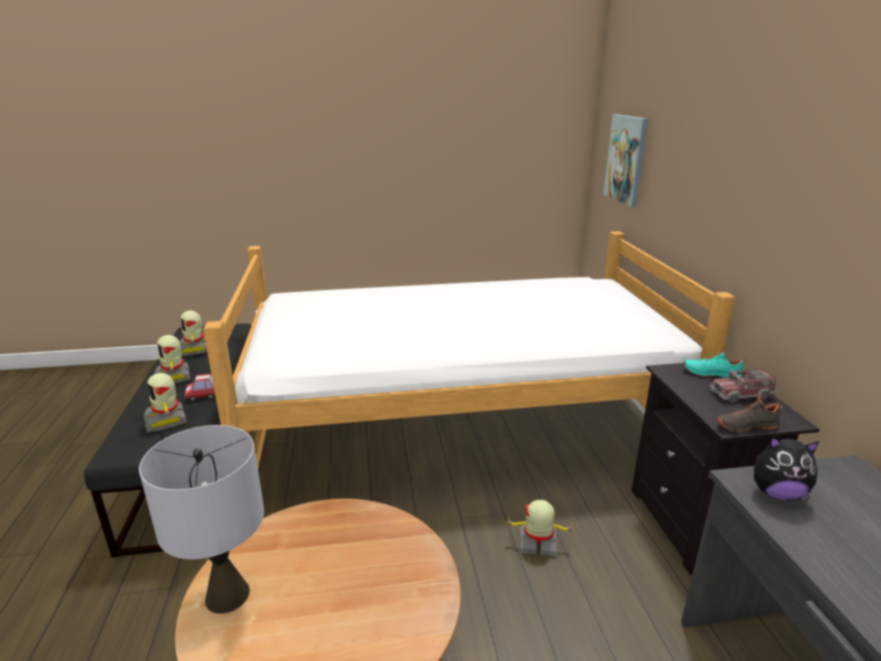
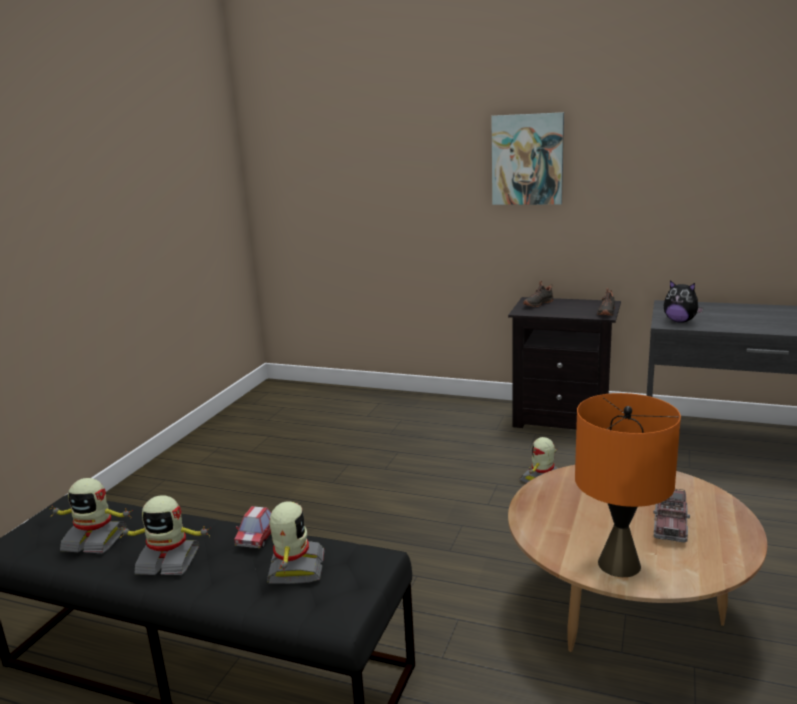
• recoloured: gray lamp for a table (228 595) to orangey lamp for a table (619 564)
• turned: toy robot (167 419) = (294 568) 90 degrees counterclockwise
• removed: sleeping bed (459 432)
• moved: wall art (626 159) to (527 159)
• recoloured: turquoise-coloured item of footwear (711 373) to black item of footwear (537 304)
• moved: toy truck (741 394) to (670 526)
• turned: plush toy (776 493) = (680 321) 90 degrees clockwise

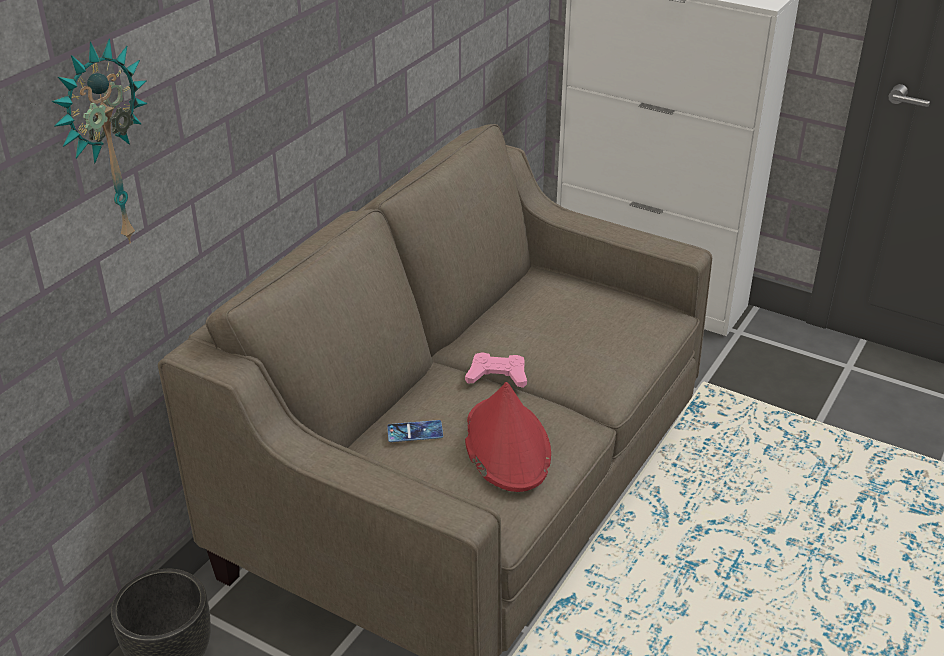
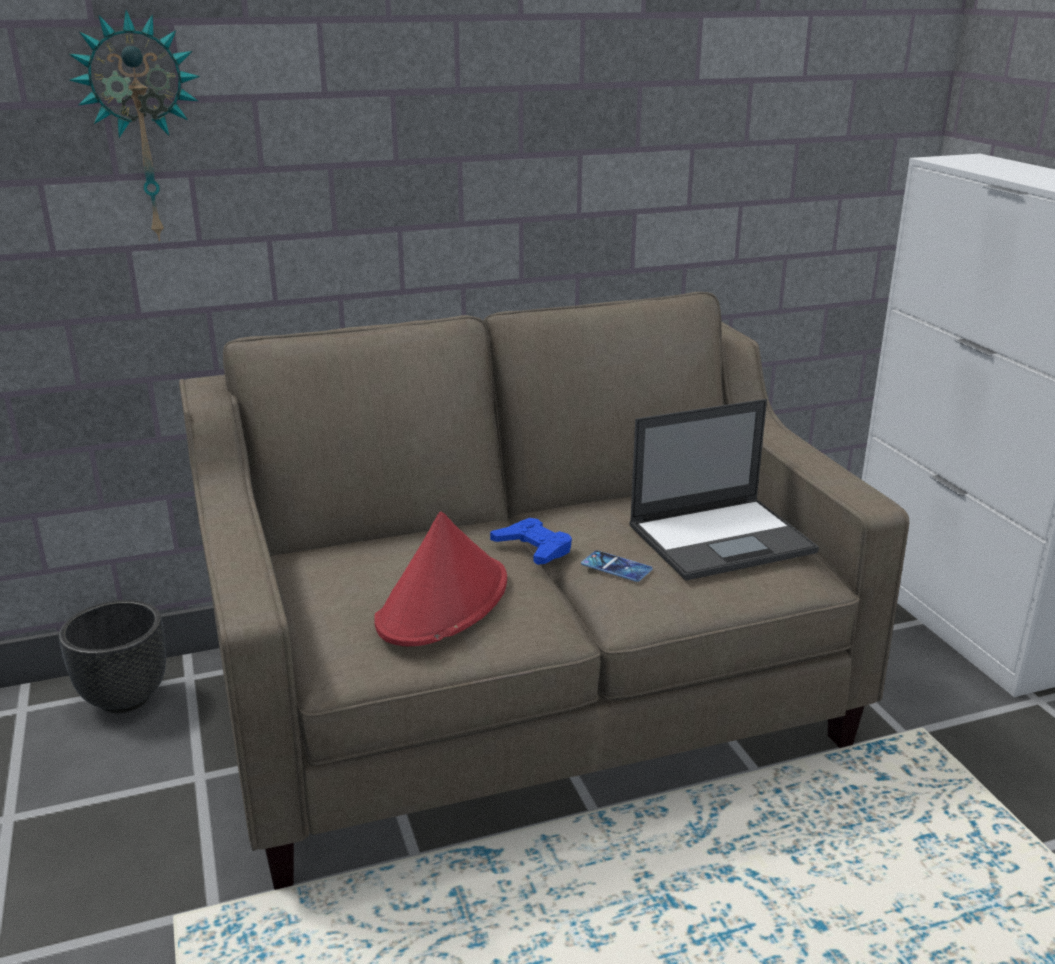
• moved: phone (415 432) to (616 567)
• recoloured: pink-coloured gamepad (497 376) to blue gamepad (533 548)
• added: laptop (722 538)

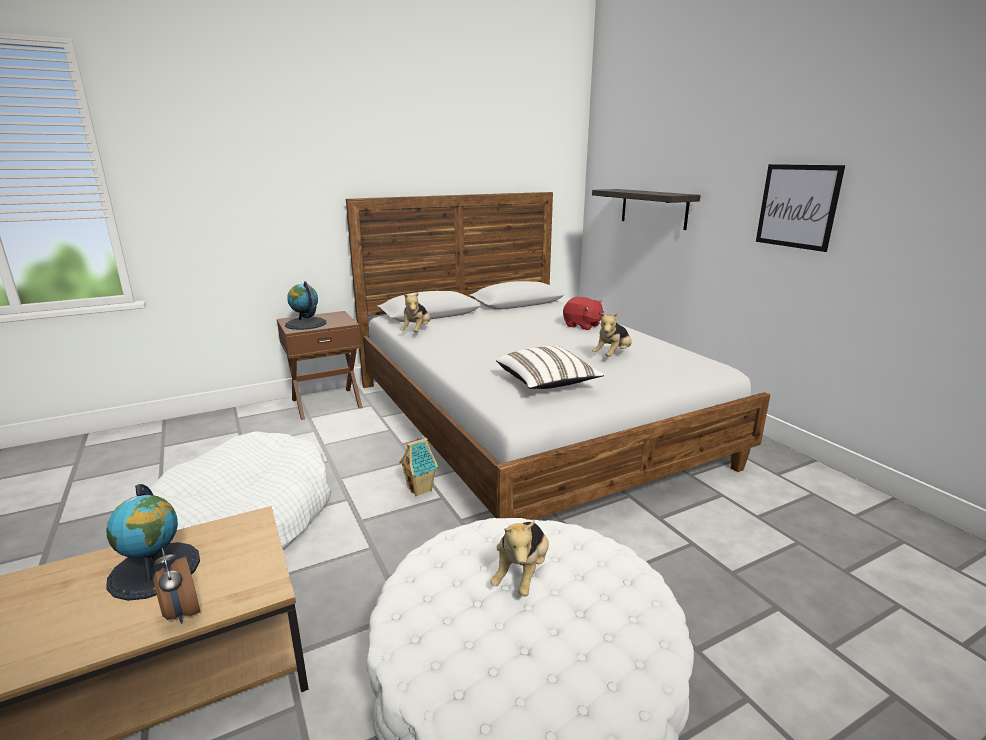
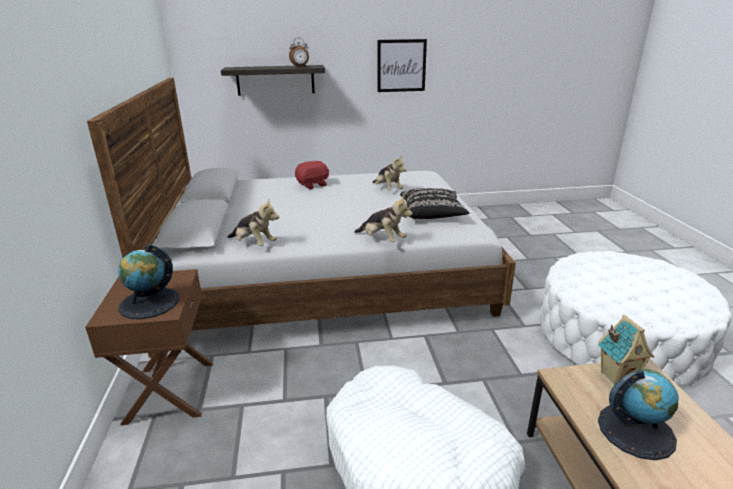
• moved: table clock (181 613) to (300 67)
• moved: miniature house (420 489) to (617 376)
• moved: plush toy (522 574) to (382 240)
• recoloured: white pillow (547 383) to black pillow (432 214)

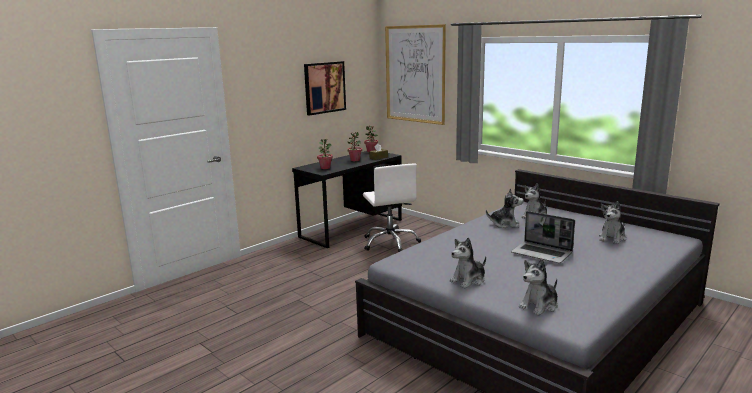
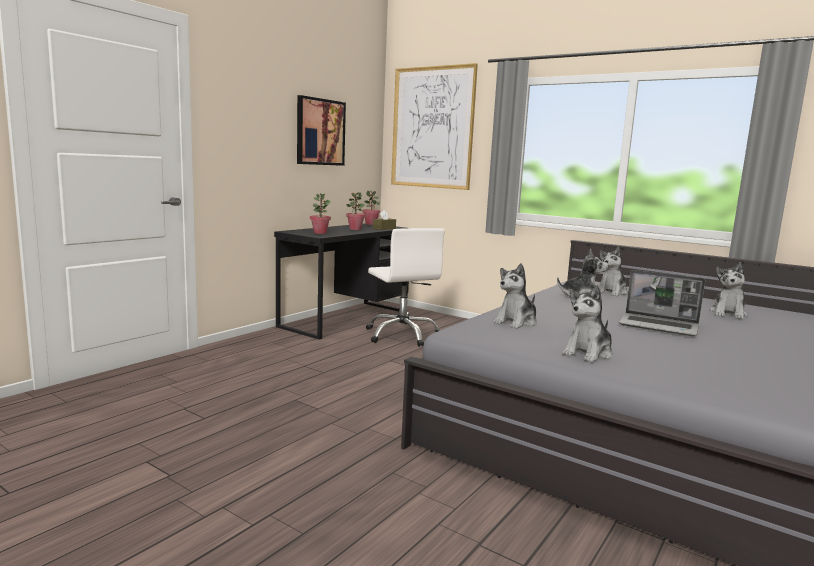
• moved: plush toy (539 306) to (516 322)

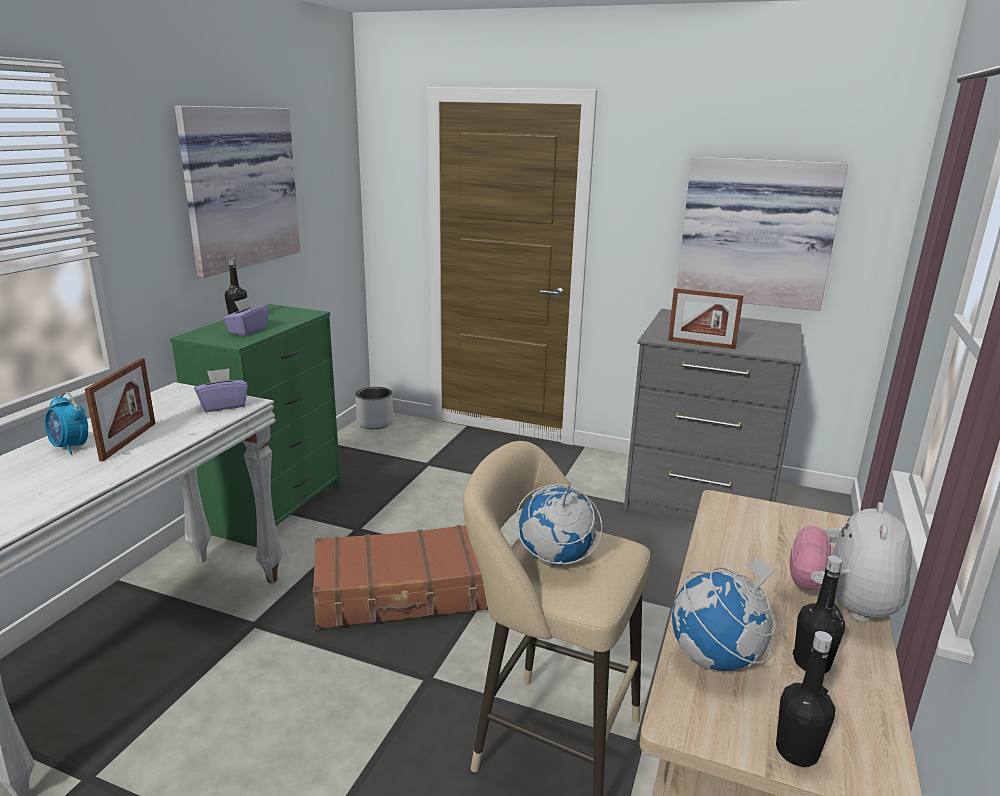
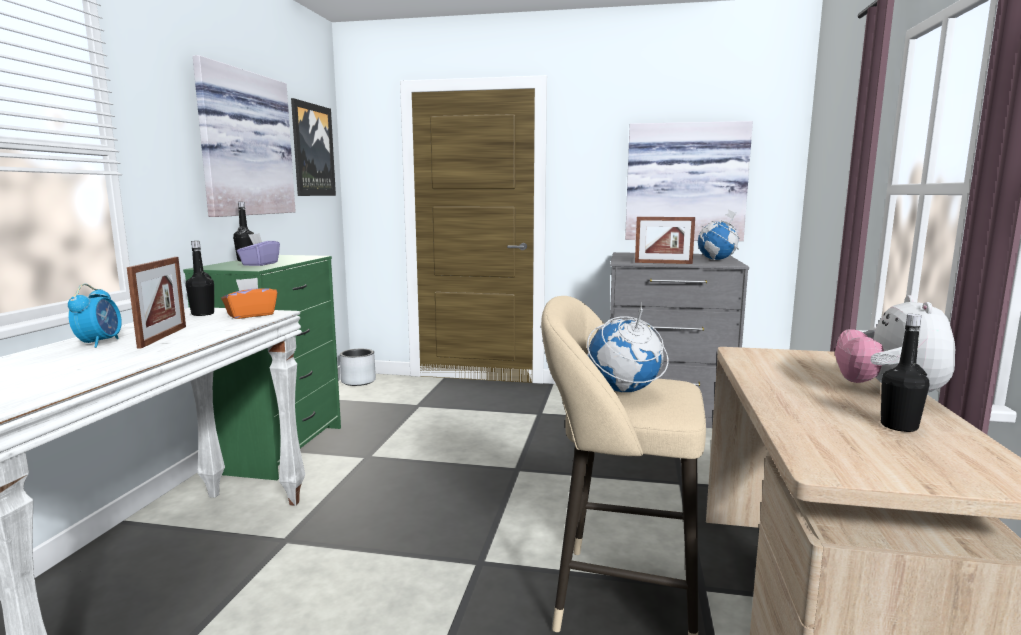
• turned: table clock (71 447) = (100 343) 120 degrees counterclockwise
• recoloured: purple-coloured box of tissues (223 406) to orangey box of tissues (251 315)
• removed: brown travel case (402 593)
• moved: desk globe (716 659) to (717 259)
• moved: black beverage bottle (796 751) to (203 314)
• added: wall art (312 150)

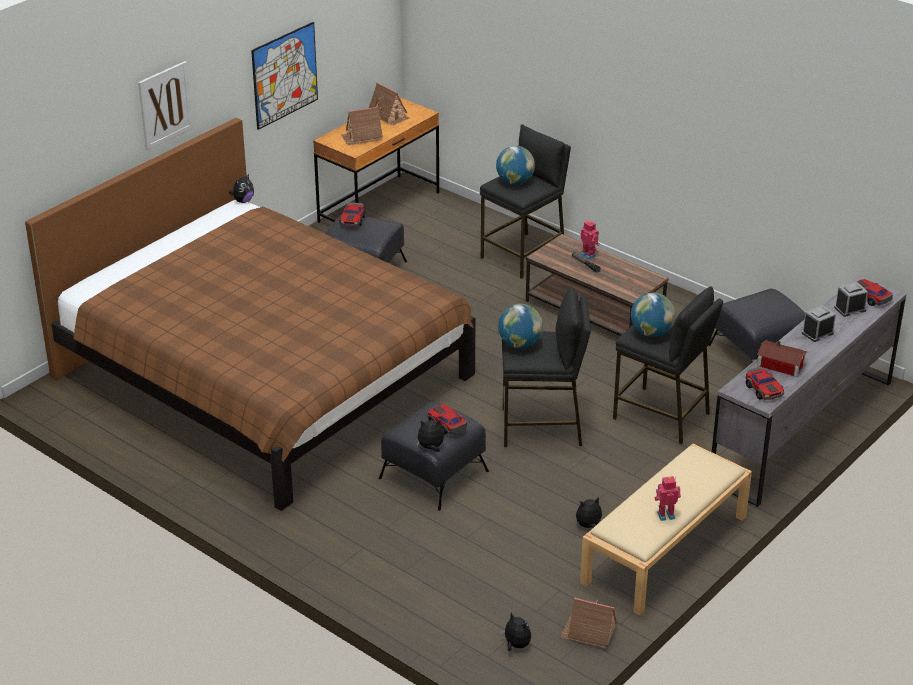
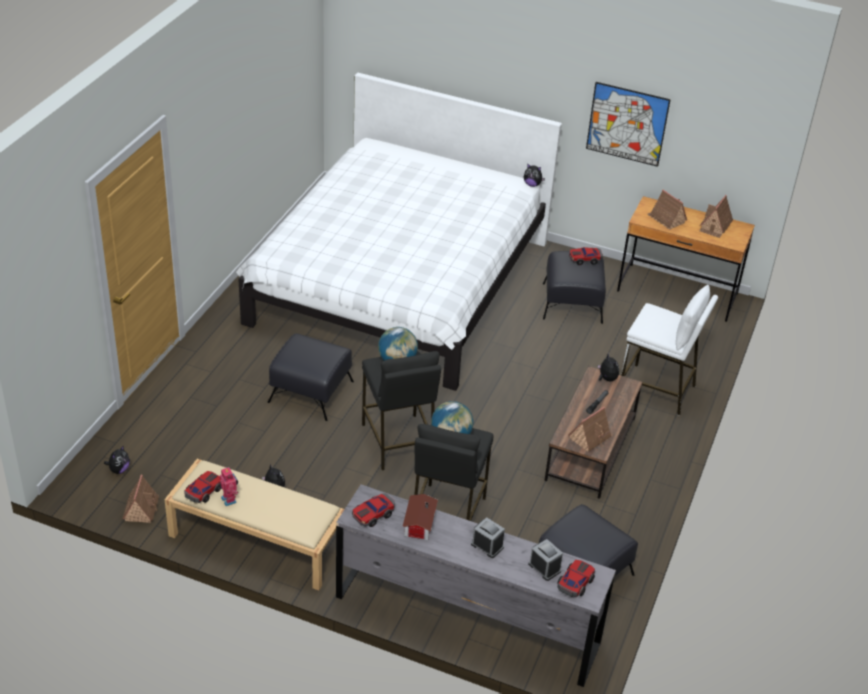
• recoloured: brown sleeping bed (263 377) to white sleeping bed (399 282)
• removed: wall art (165 105)
• moved: plush toy (431 448) to (606 379)
• moved: model car (447 424) to (203 491)
• recoloured: black sitting stool (524 255) to white sitting stool (657 390)
• removed: desk globe (515 182)
• removed: toy robot (589 254)
• added: miniature house (590 437)

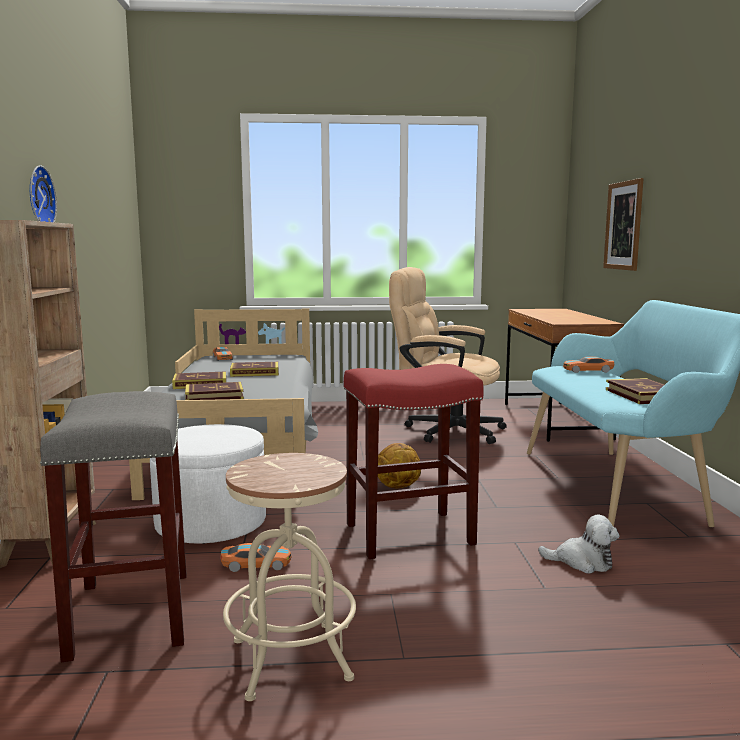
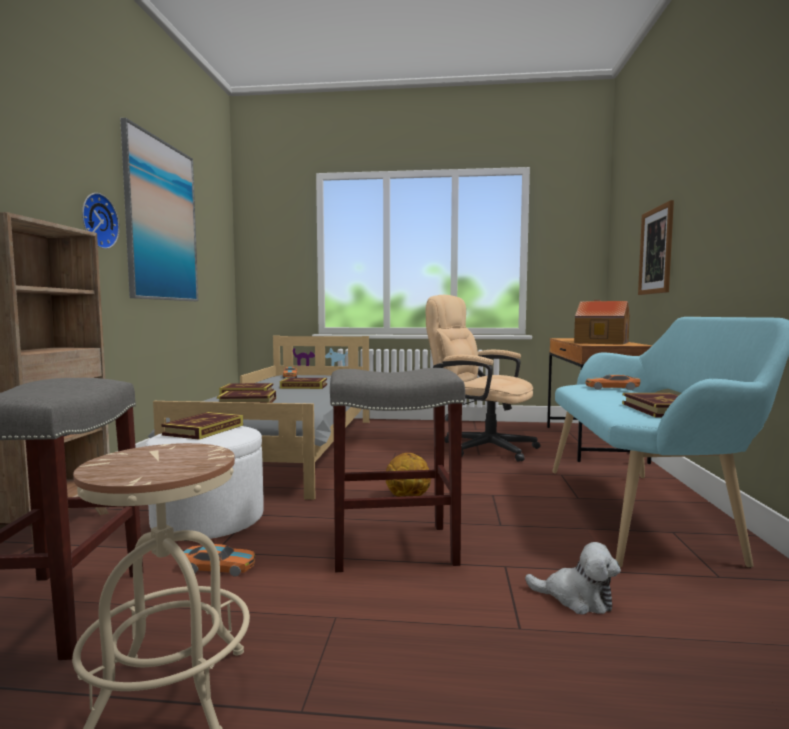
• recoloured: reddish sitting stool (410 533) to gray sitting stool (395 547)
• added: wall art (161 221)
• added: volume (204 430)
• added: miniature house (600 342)

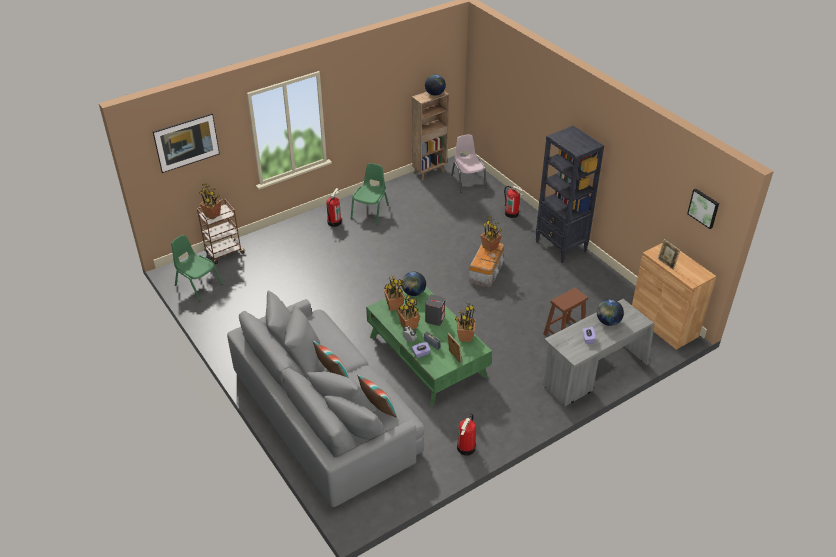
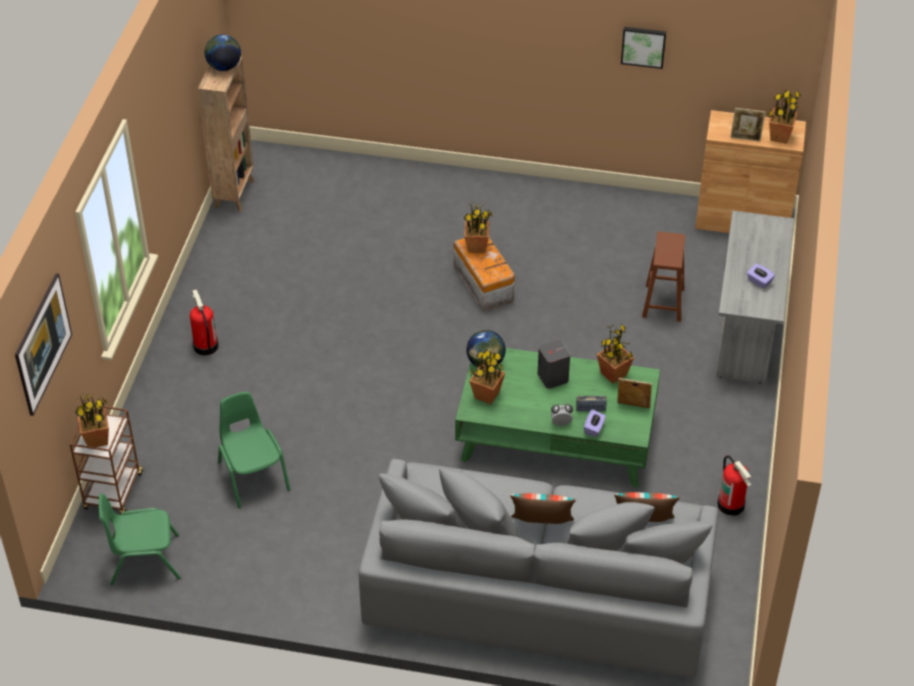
• moved: green-coloured chair (370 212) to (253 476)
• moved: houseplant (408 326) to (779 137)
• removed: pink-coloured chair (468 181)
• removed: fire-fighting cylinder (512 213)
• removed: black shelving unit (561 247)
• removed: desk globe (608 322)
• moved: wall art (704 208) to (643 46)

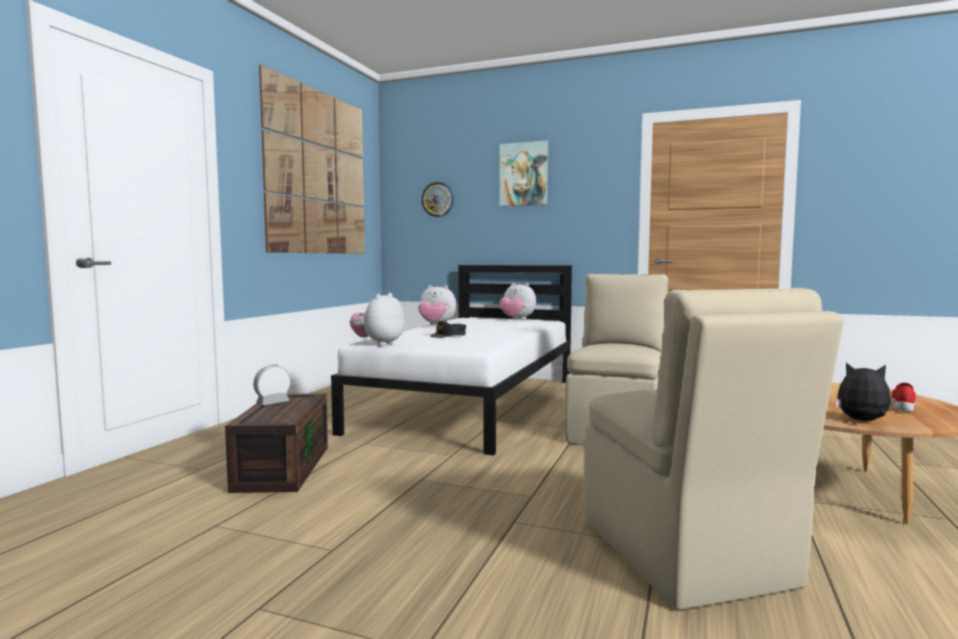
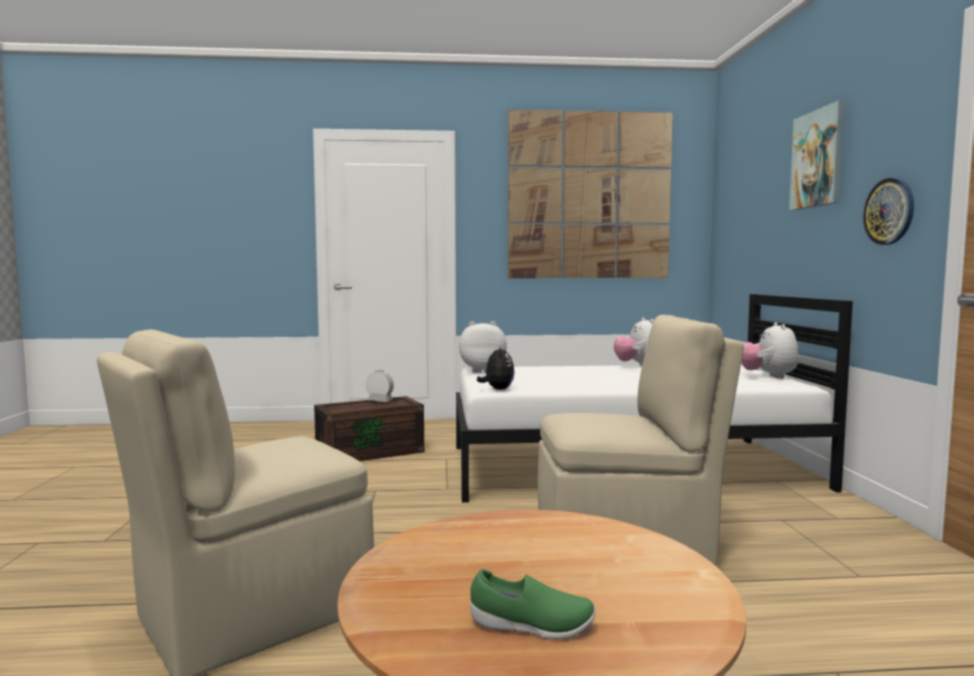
• moved: wall clock (437 199) to (889 211)
• removed: black cap (448 335)
• moved: plush toy (862 421) to (497 389)
• recoloured: reddish item of footwear (903 407) to green-coloured item of footwear (531 627)

